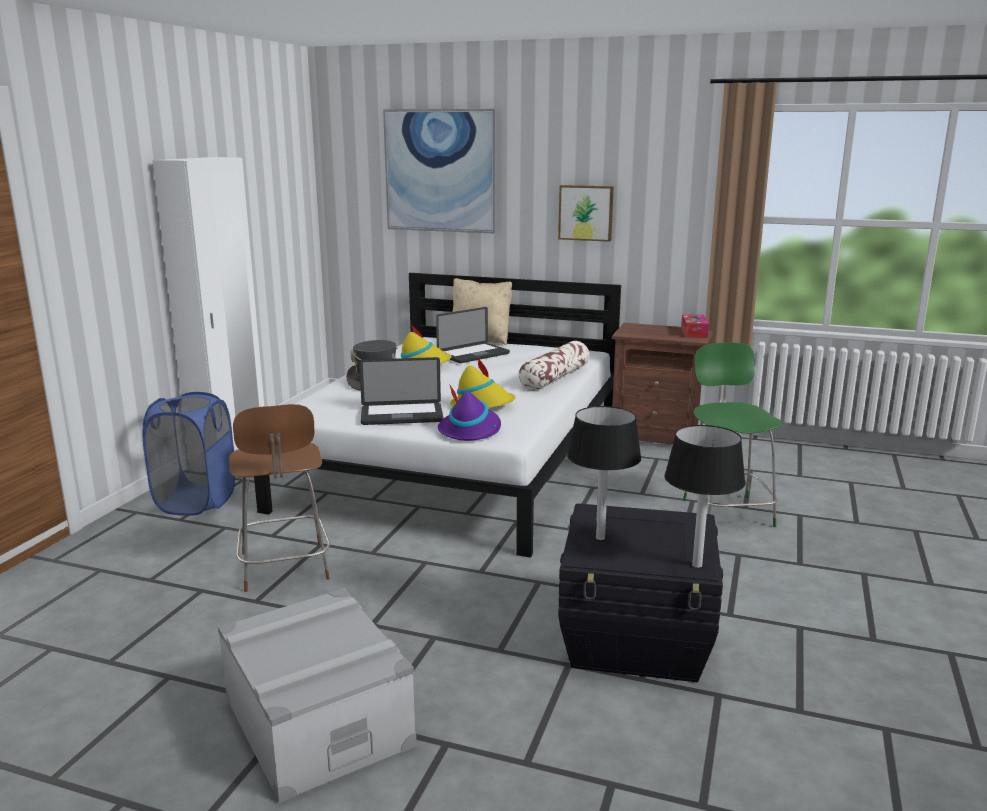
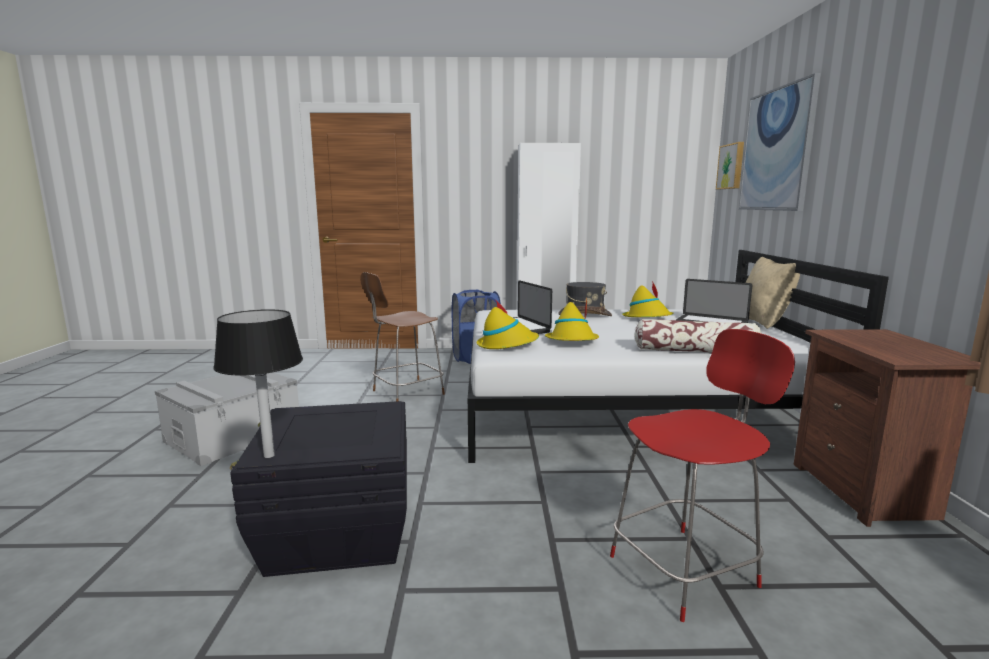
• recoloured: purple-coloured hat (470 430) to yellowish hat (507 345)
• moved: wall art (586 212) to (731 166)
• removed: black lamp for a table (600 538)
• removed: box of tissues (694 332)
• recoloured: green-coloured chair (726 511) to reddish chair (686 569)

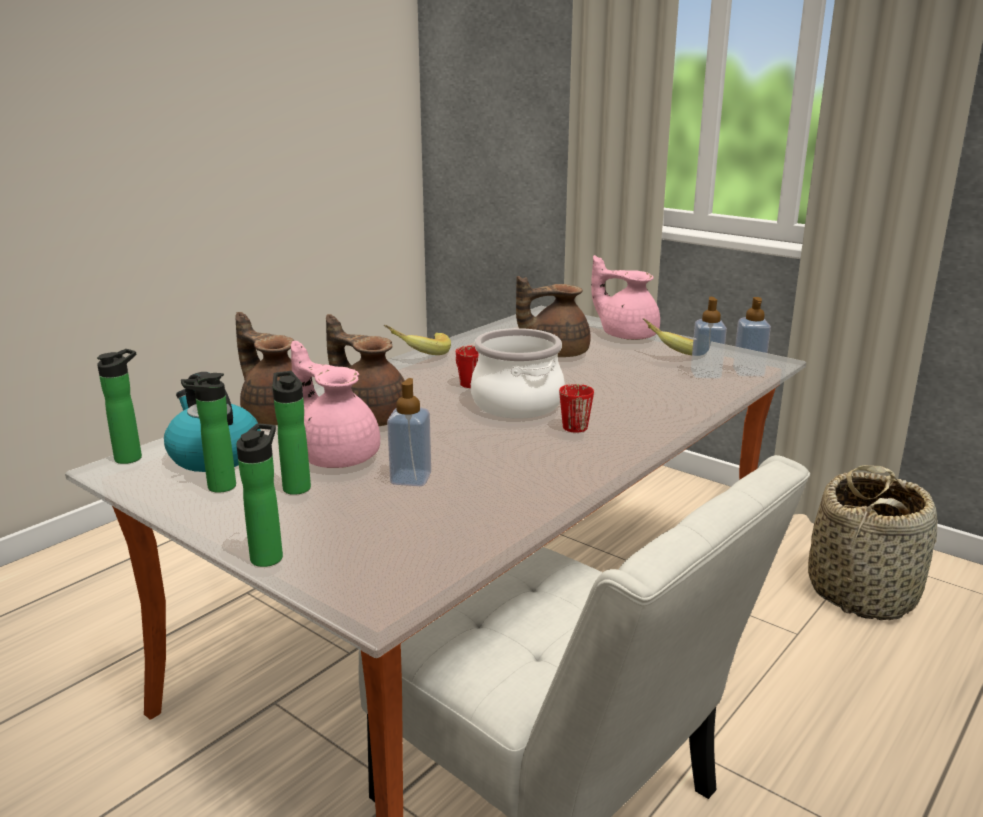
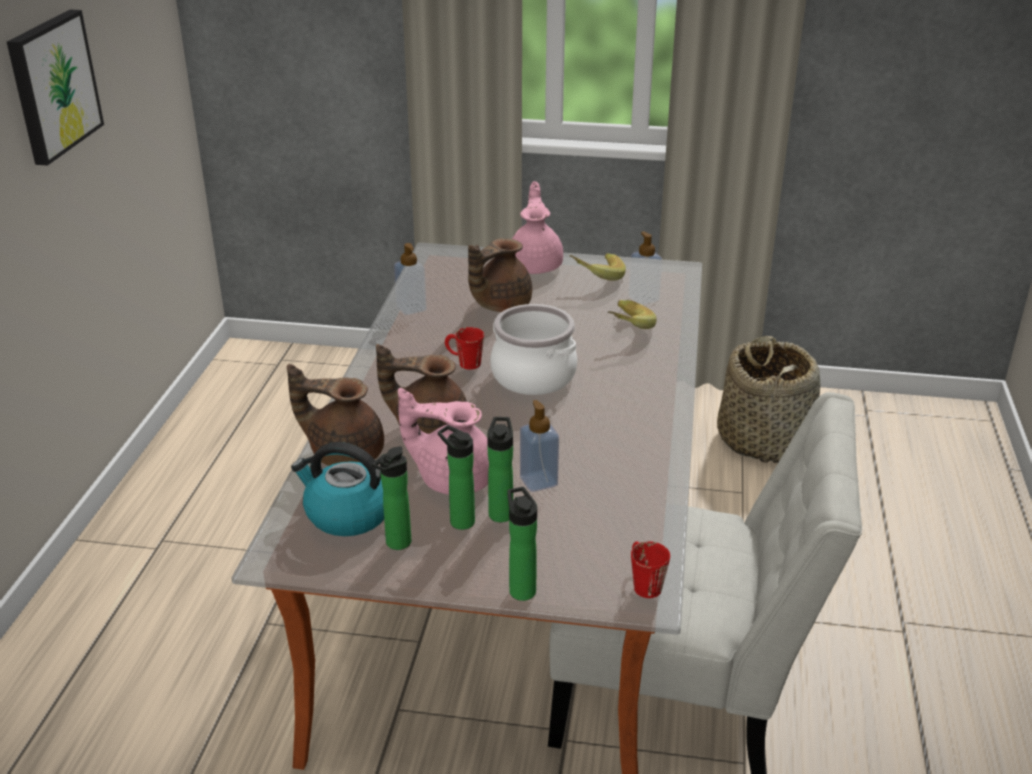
• moved: beverage bottle (132 457) to (501 512)
• moved: banana (418 353) to (624 328)
• moved: reddish mug (575 424) to (643 583)
• turned: pink-coloured teapot (626 335) = (536 265) 90 degrees clockwise
• moved: soap bottle (748 372) to (411 308)
• added: wall art (52 85)

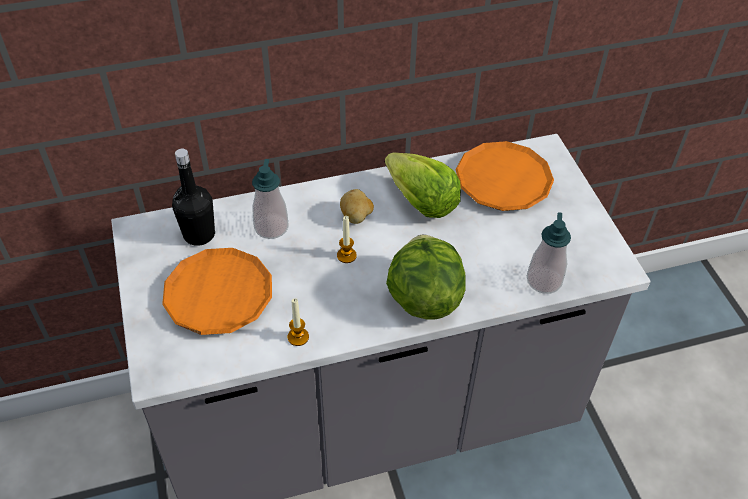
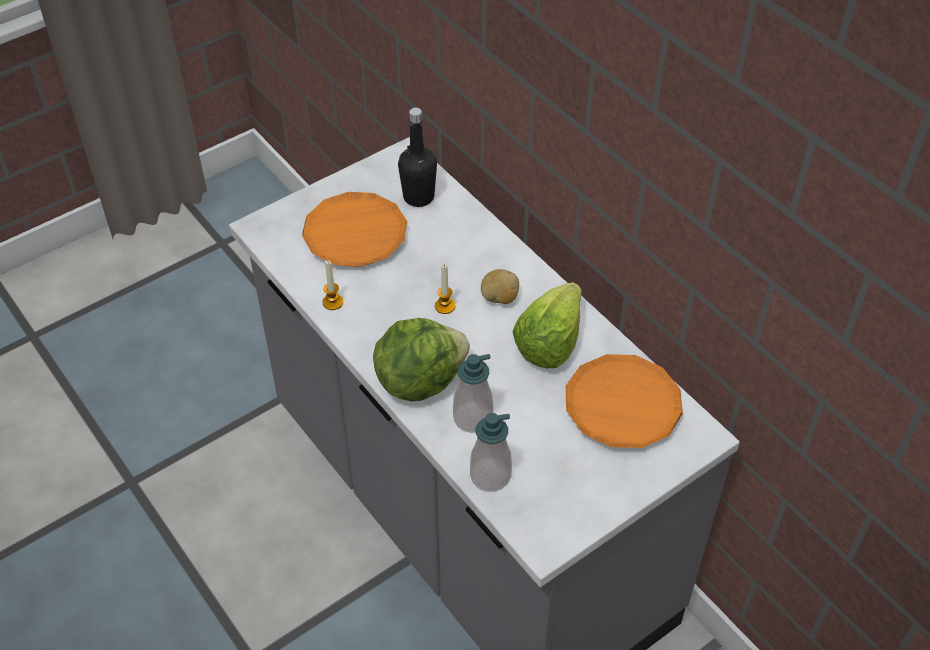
• moved: soap bottle (271 227) to (473 418)

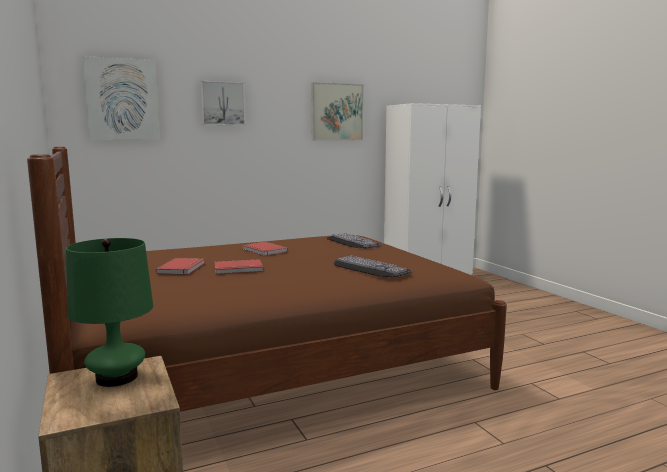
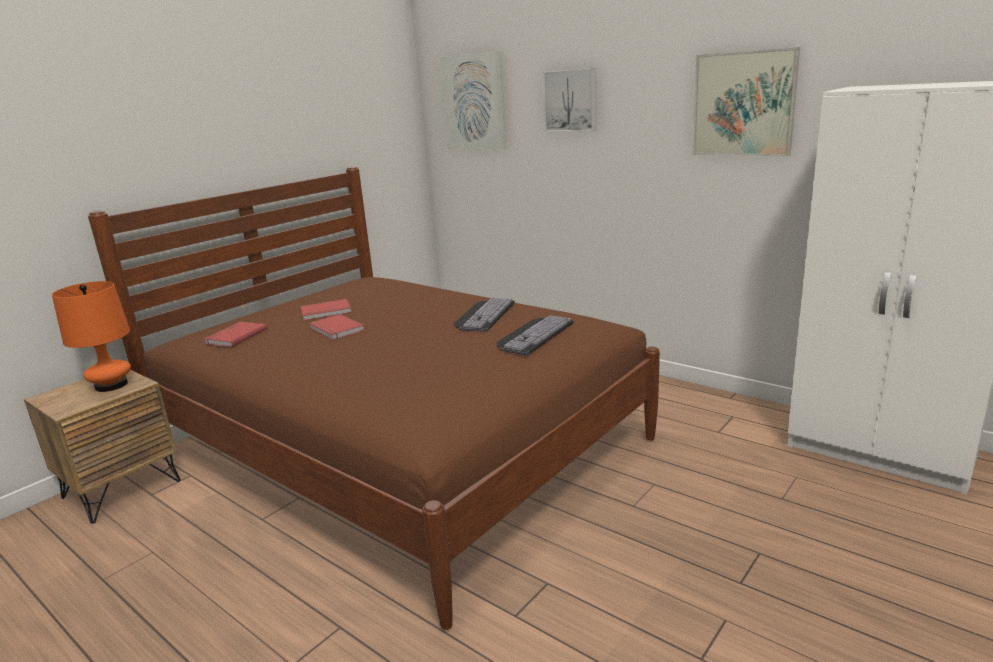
• recoloured: green-coloured lamp for a table (117 377) to orangey lamp for a table (111 385)
• moved: reddish volume (263 251) to (235 336)
• moved: PC keyboard (367 268) to (483 315)

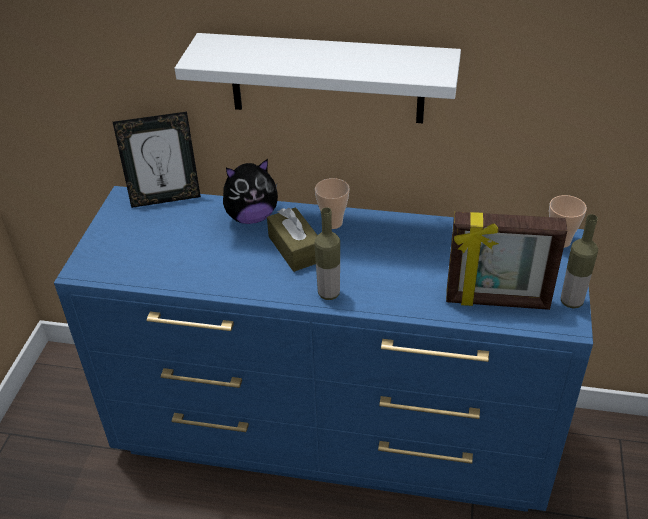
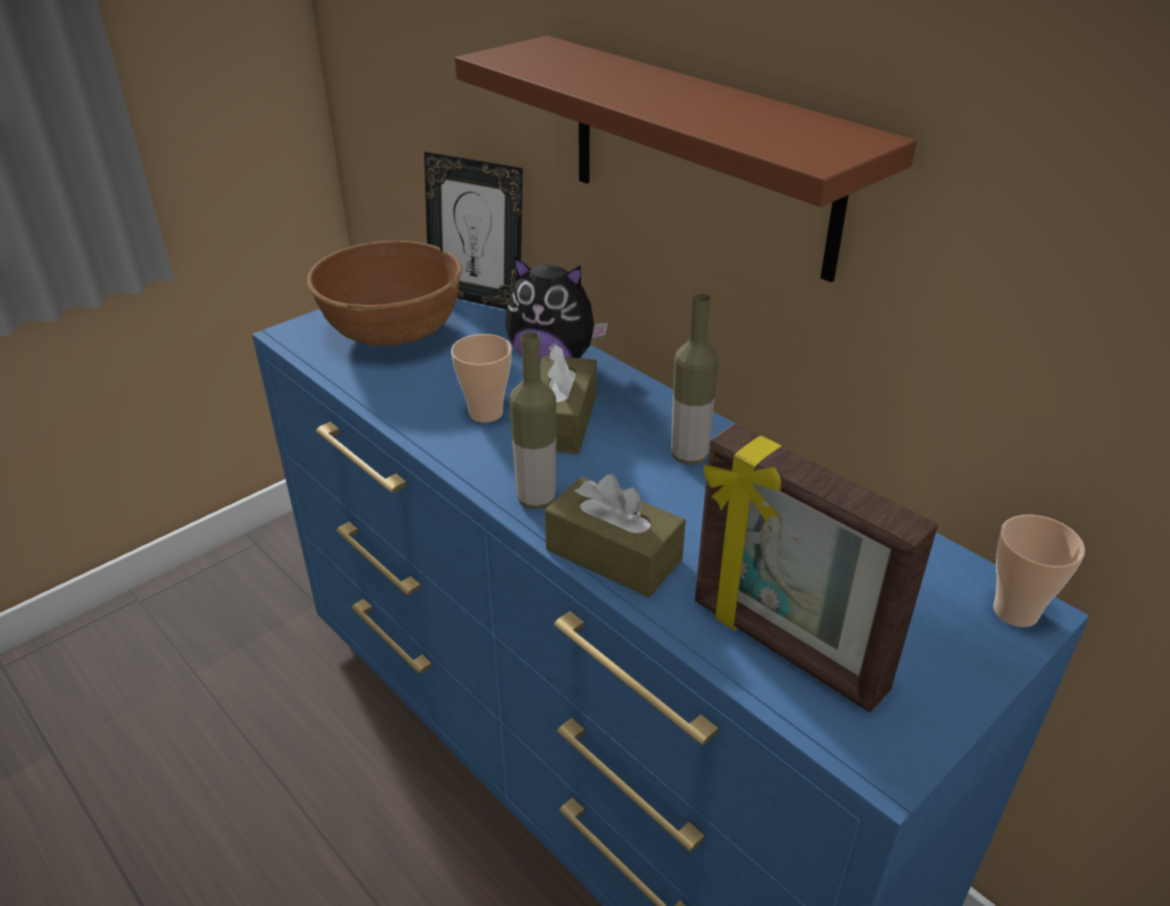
• recoloured: white bracket shelf (326 78) to brown bracket shelf (700 155)
• moved: small cup (333 223) to (486 413)
• moved: beverage bottle (571 301) to (689 456)
• added: brown serving bowl (393 332)
• added: brown box of tissues (613 555)

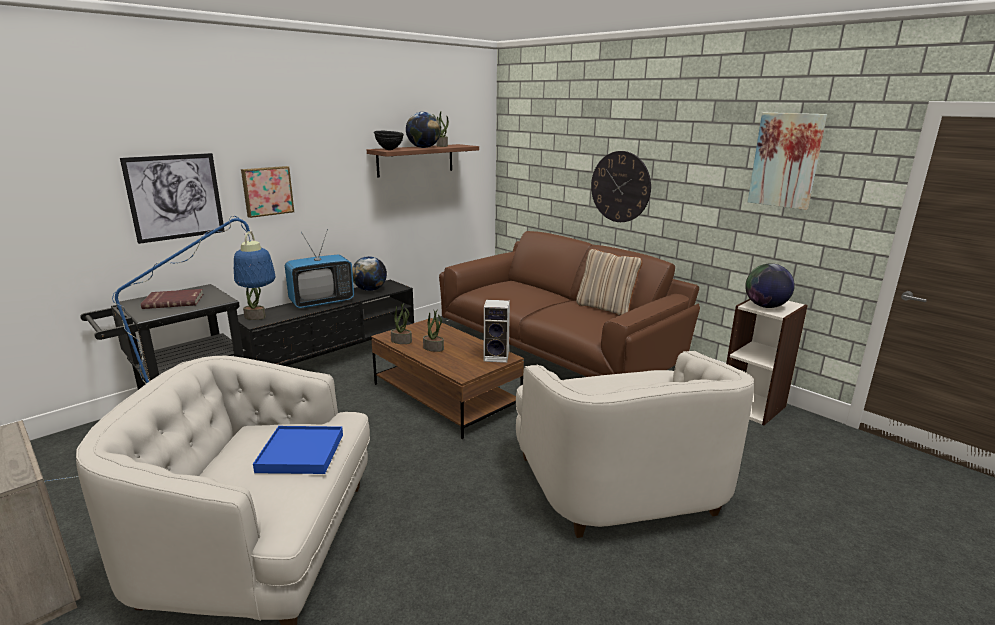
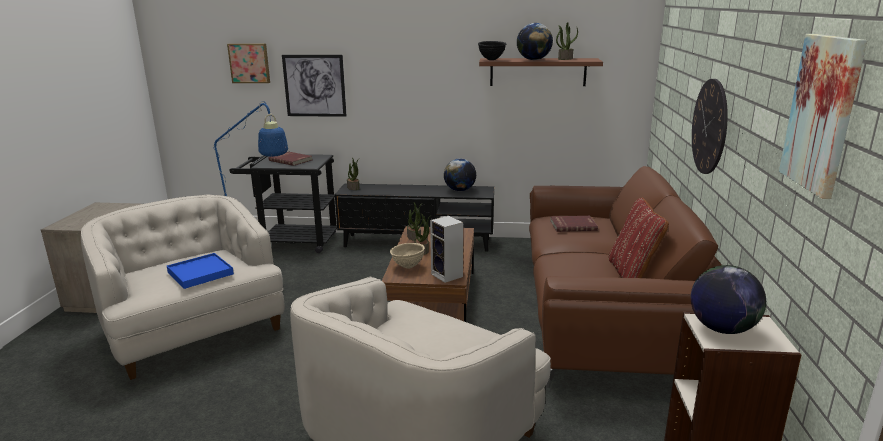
• moved: wall art (267 191) to (249 63)
• removed: TV set (322 302)
• recoloured: beige-coloured pillow (605 308) to reddish pillow (632 274)
• added: beige-coloured serving bowl (408 266)
• added: reddish volume (572 225)

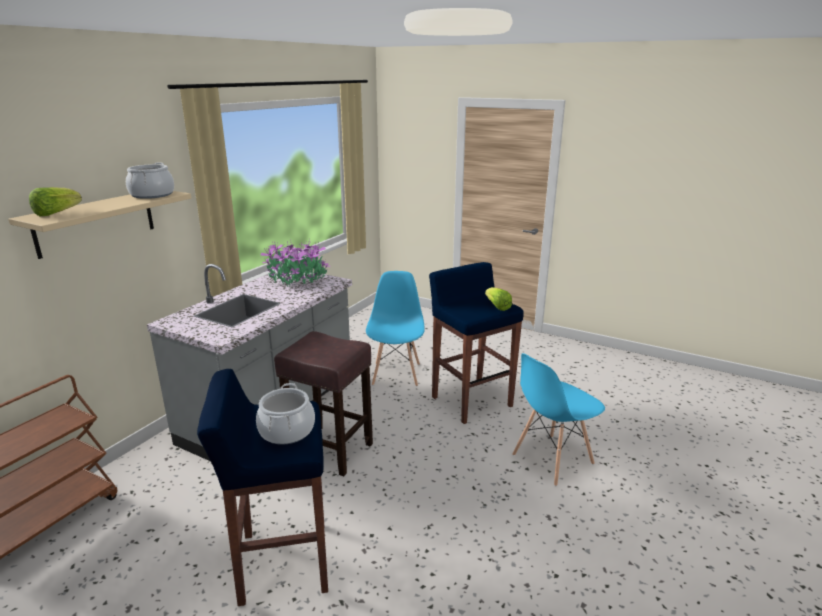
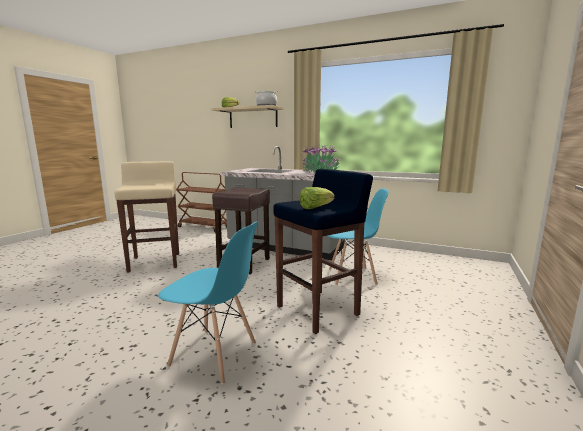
• recoloured: blue sitting stool (282 562) to beige-coloured sitting stool (155 262)
• removed: saucepot (287 431)
• turned: blue chair (552 459) = (214 355) 150 degrees clockwise

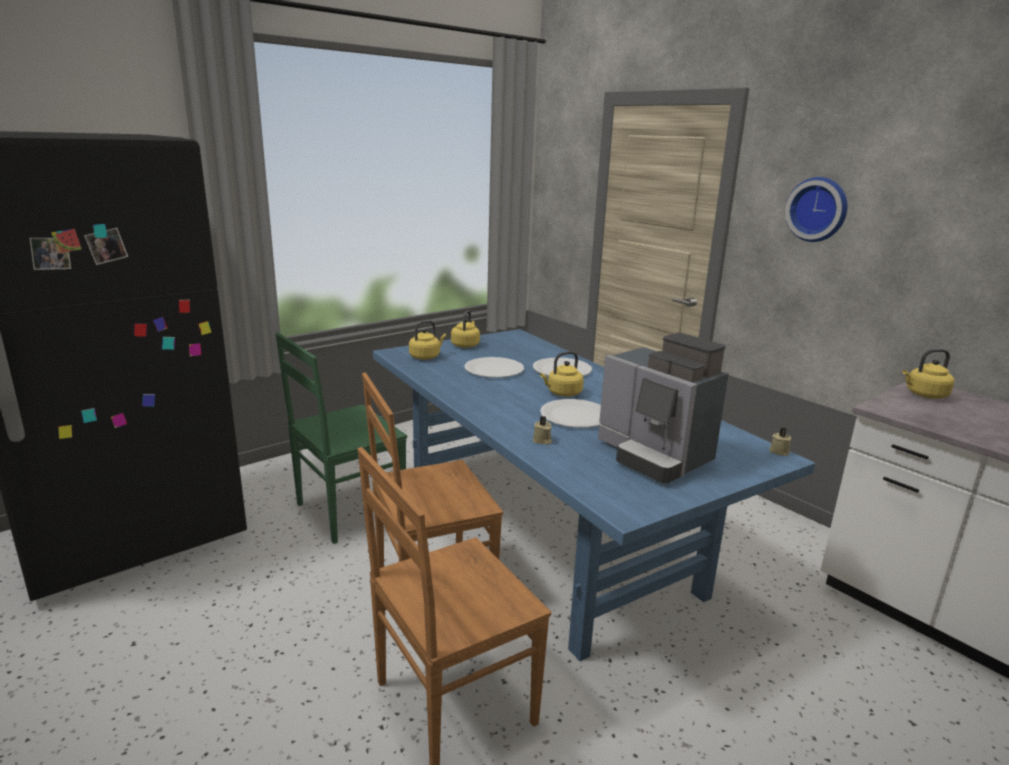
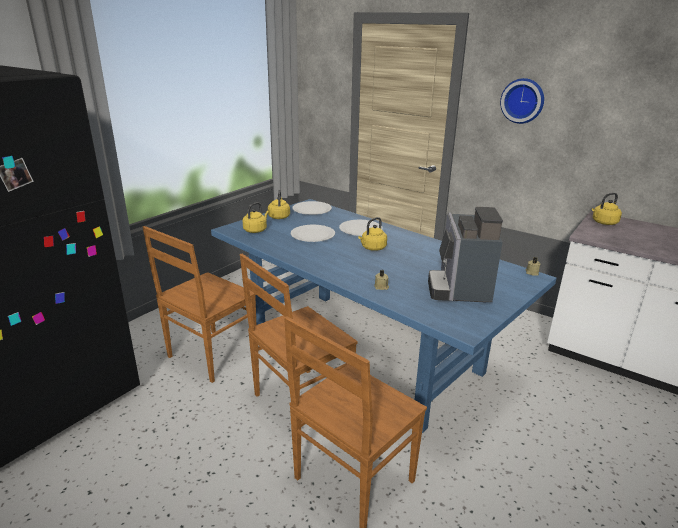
• recoloured: green-coloured chair (347 512) to brown chair (210 356)
• moved: white dinner plate (575 415) to (312 209)
• turned: coffee machine (654 456) = (460 288) 60 degrees clockwise

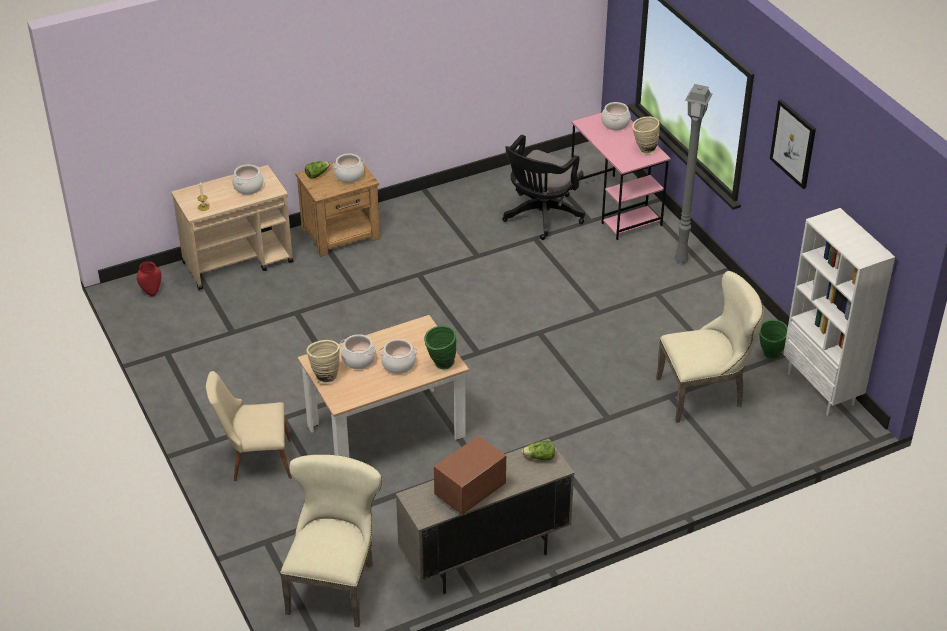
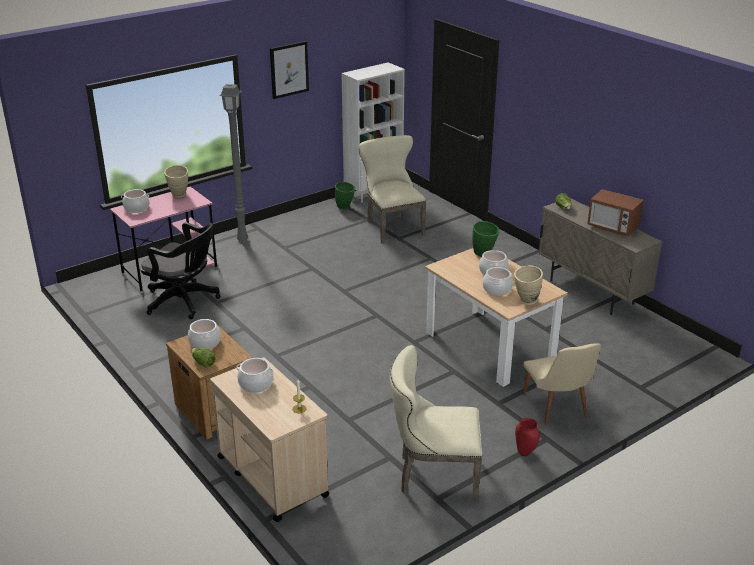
• moved: reddish decorative vase (152 293) to (525 453)
• moved: beige-coloured chair (335 584) to (433 475)

